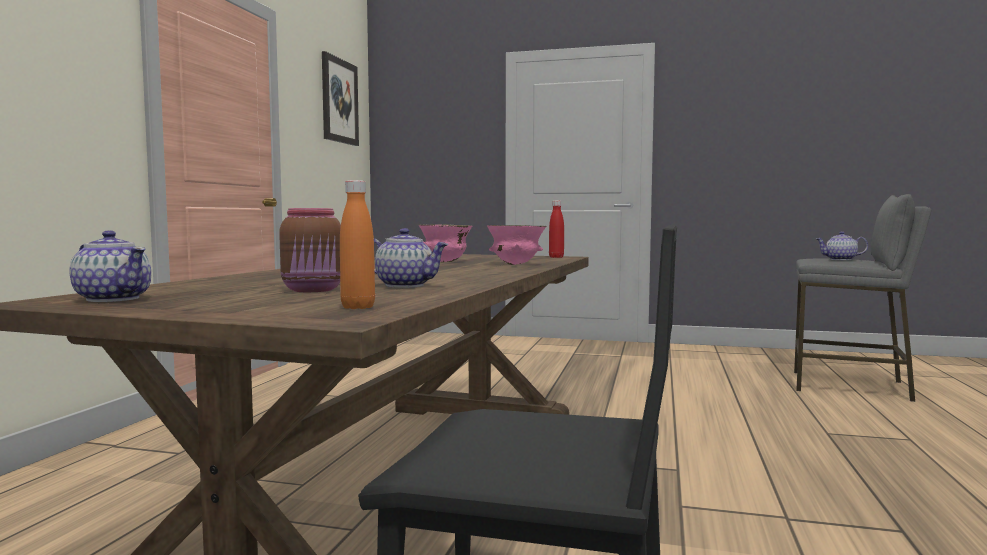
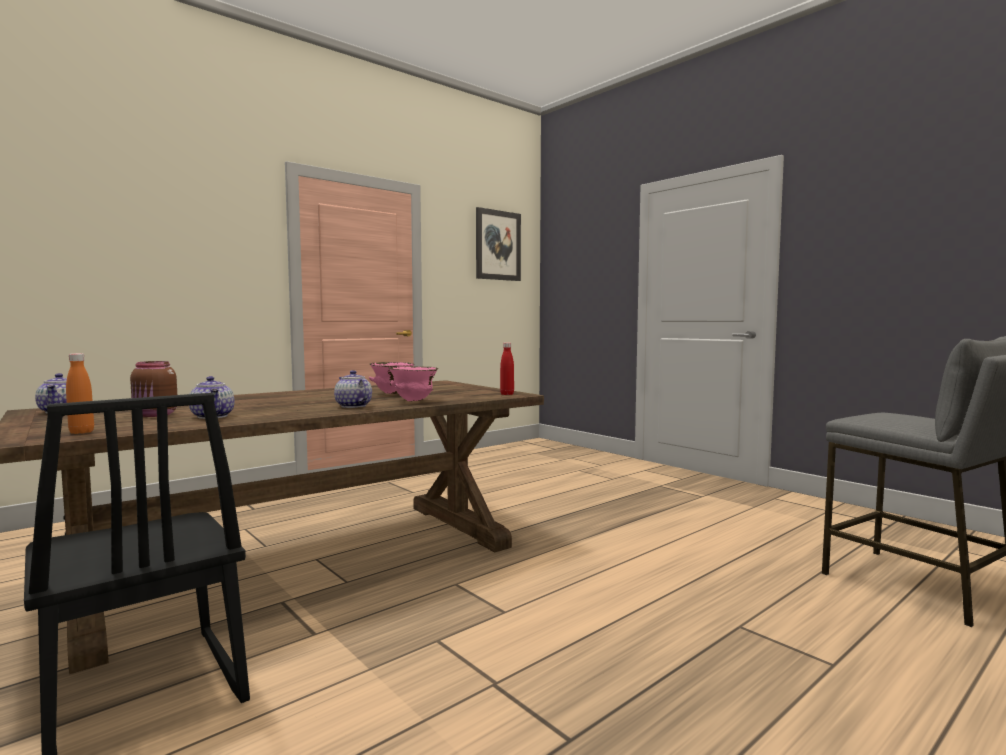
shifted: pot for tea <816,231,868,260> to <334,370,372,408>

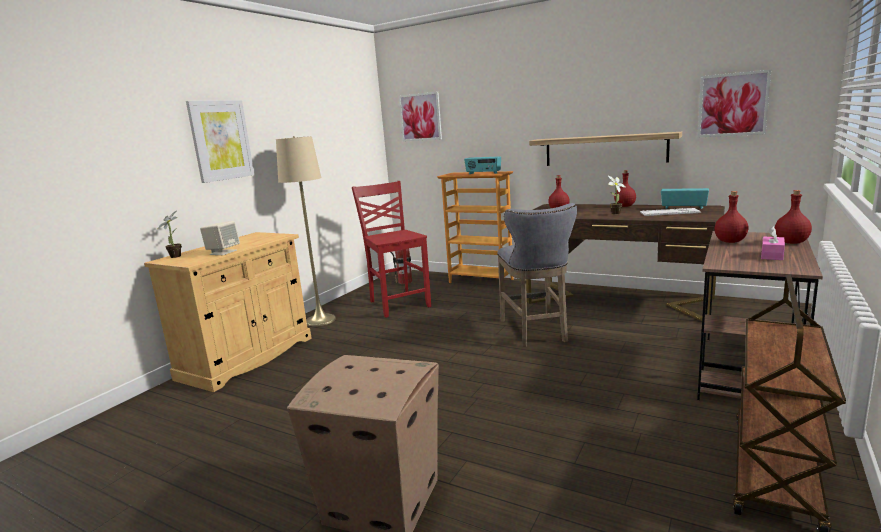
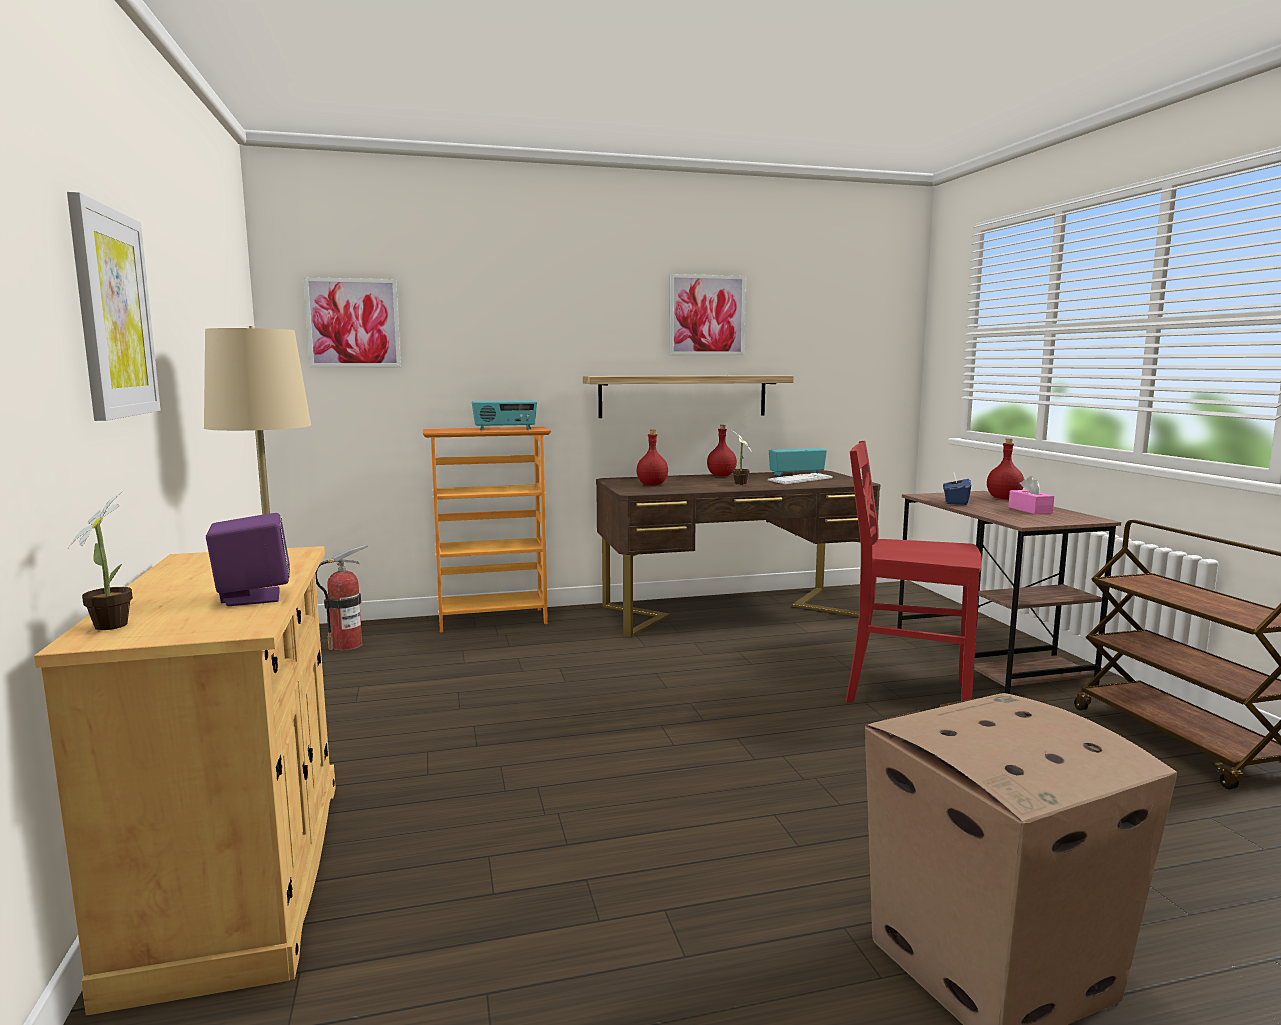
gone: stool seat in grey <497,203,577,347>
shifted: chair in reddish <352,181,431,318> to <846,441,982,703>; wall picture <698,69,771,137> to <669,274,746,355>
swapped: drink bottle in reddish <715,191,748,243> to tissue box in bluish <943,472,971,505>
repainted: audio speaker in beige-coloured <200,221,240,255> to audio speaker in purplish <206,513,290,606>

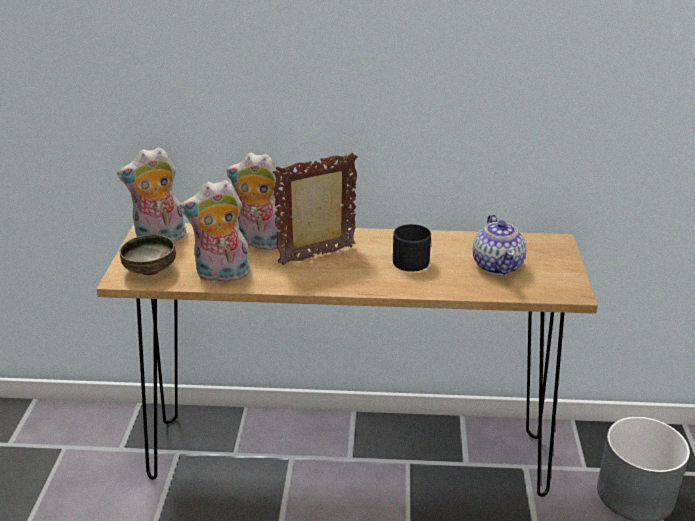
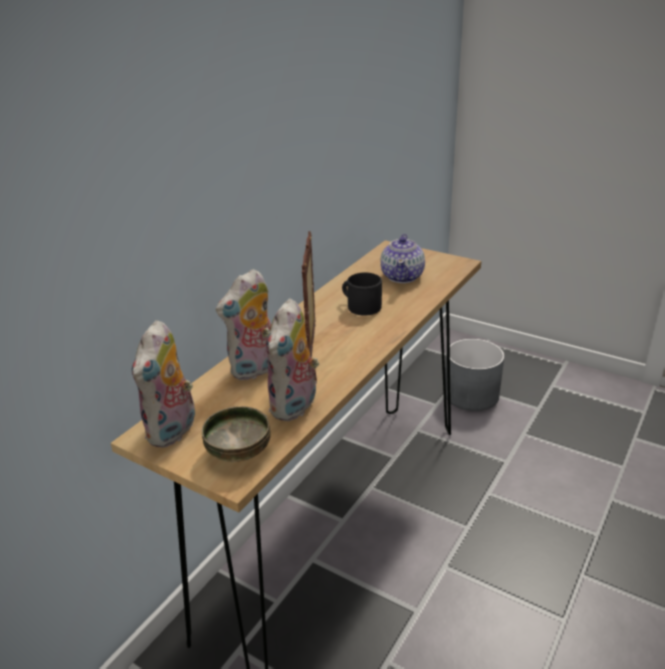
rotated: pot for tea <473,215,526,275> = <381,234,425,283> 75 degrees clockwise

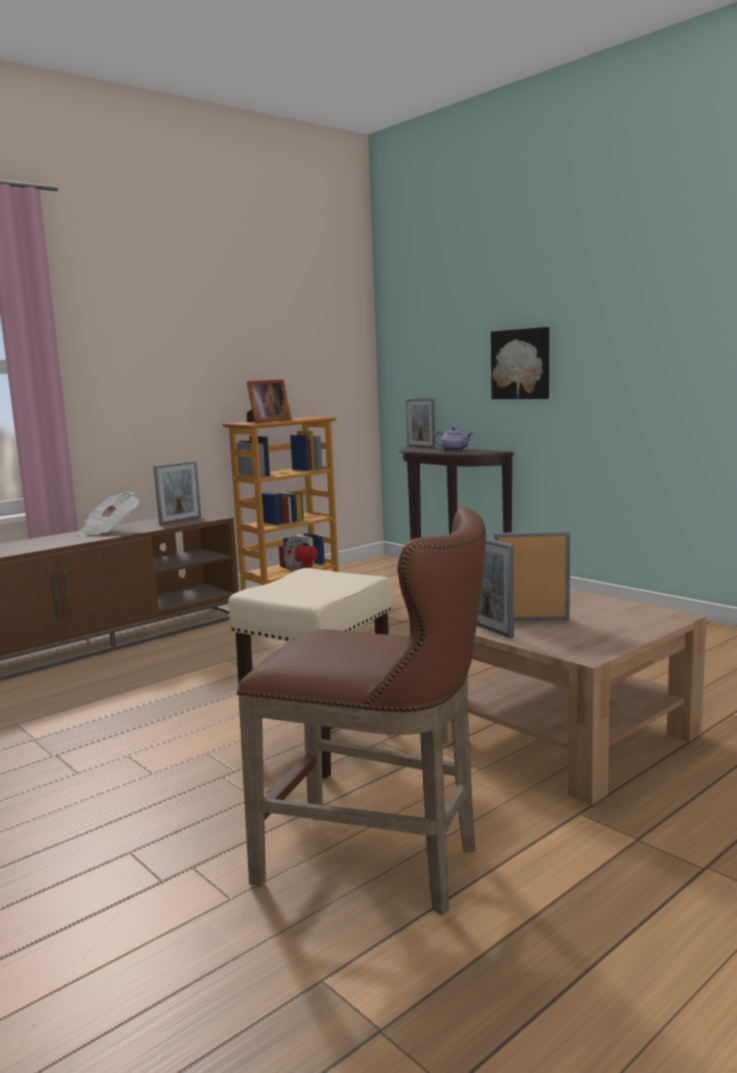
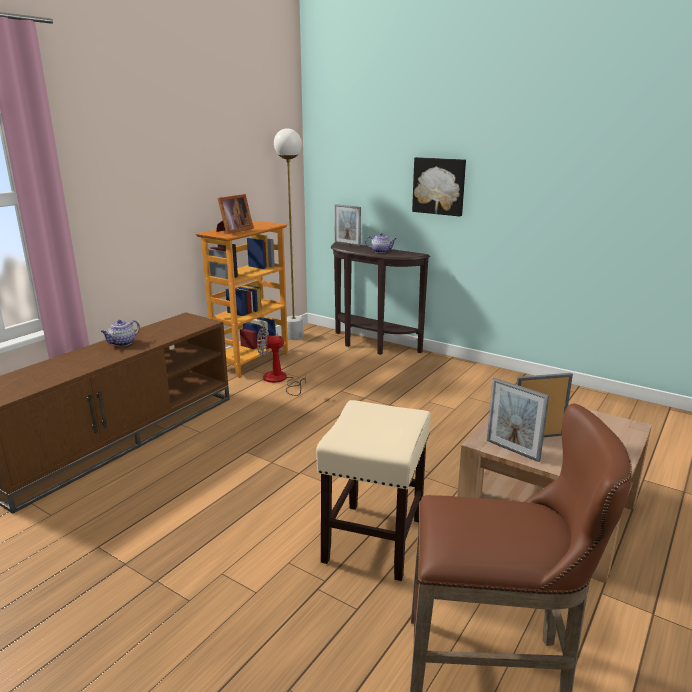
gone: picture frame <154,461,201,525>
new: standing lamp in whitish <274,128,303,340>
swapped: printed paper <78,492,139,536> to pot for tea <101,320,140,346>

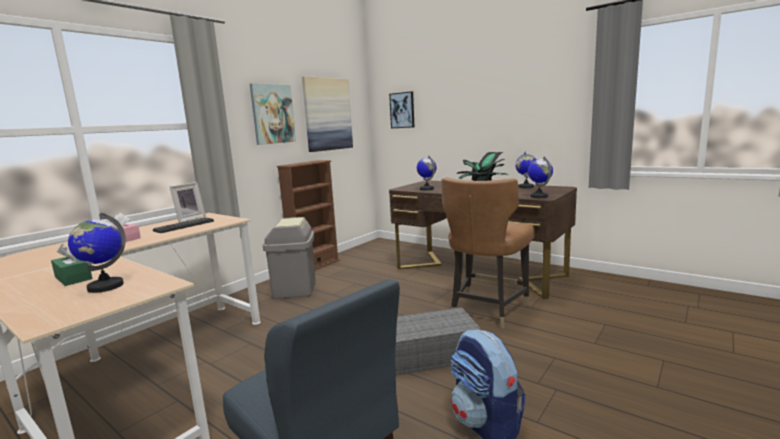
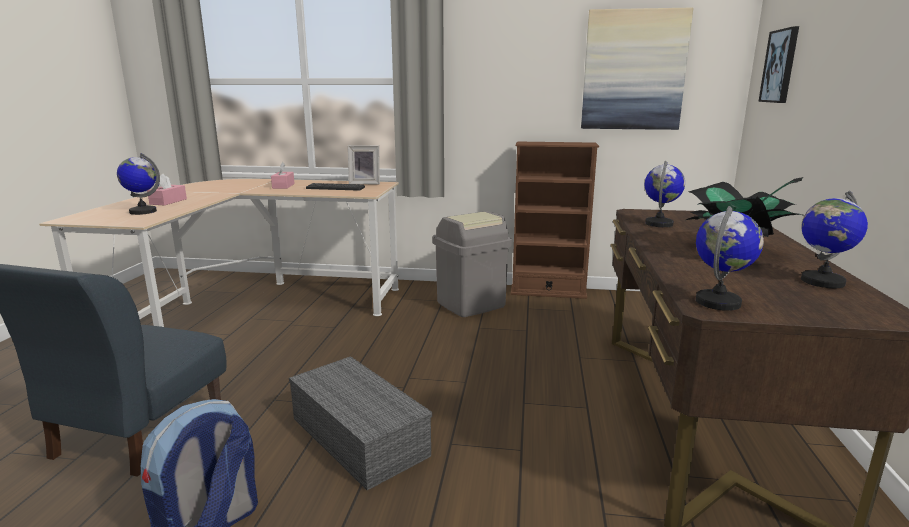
gone: wall picture <250,83,296,145>; chair in brownish <441,177,535,329>
repainted: tissue box in green <51,244,92,286> to tissue box in pinkish <147,174,187,205>

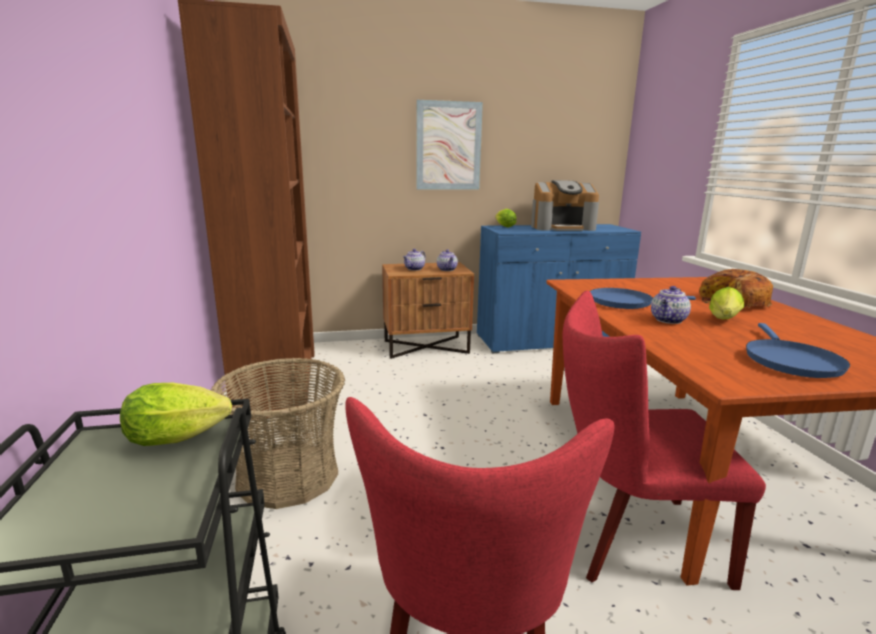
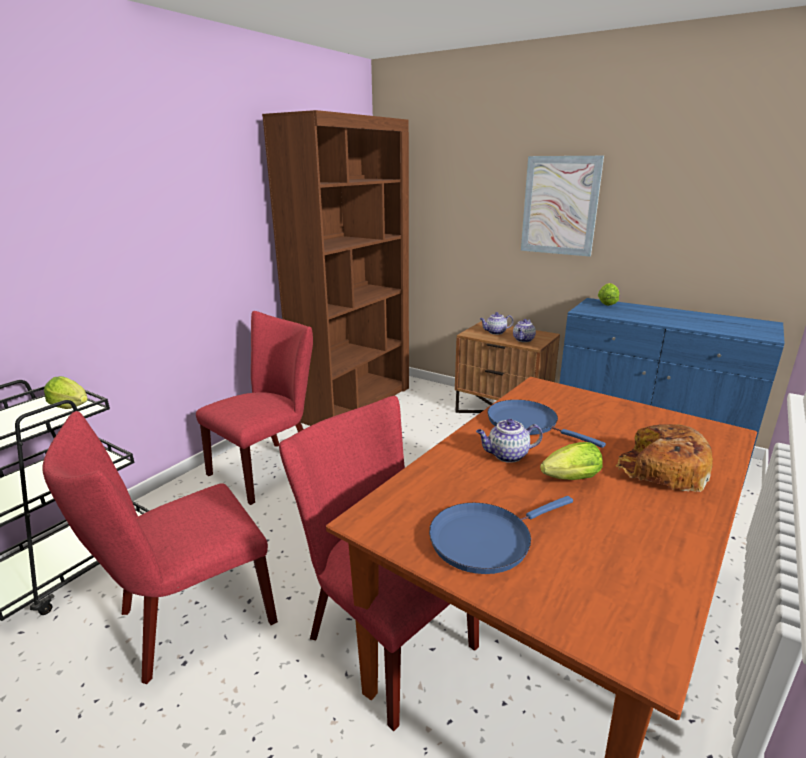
gone: coffee maker <531,180,599,231>
swapped: storage basket <211,358,345,509> to chair in reddish <196,311,313,505>

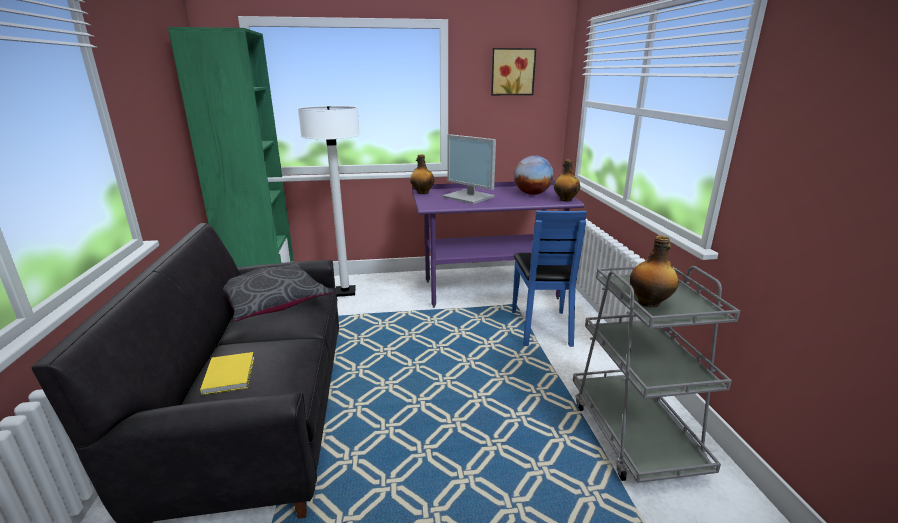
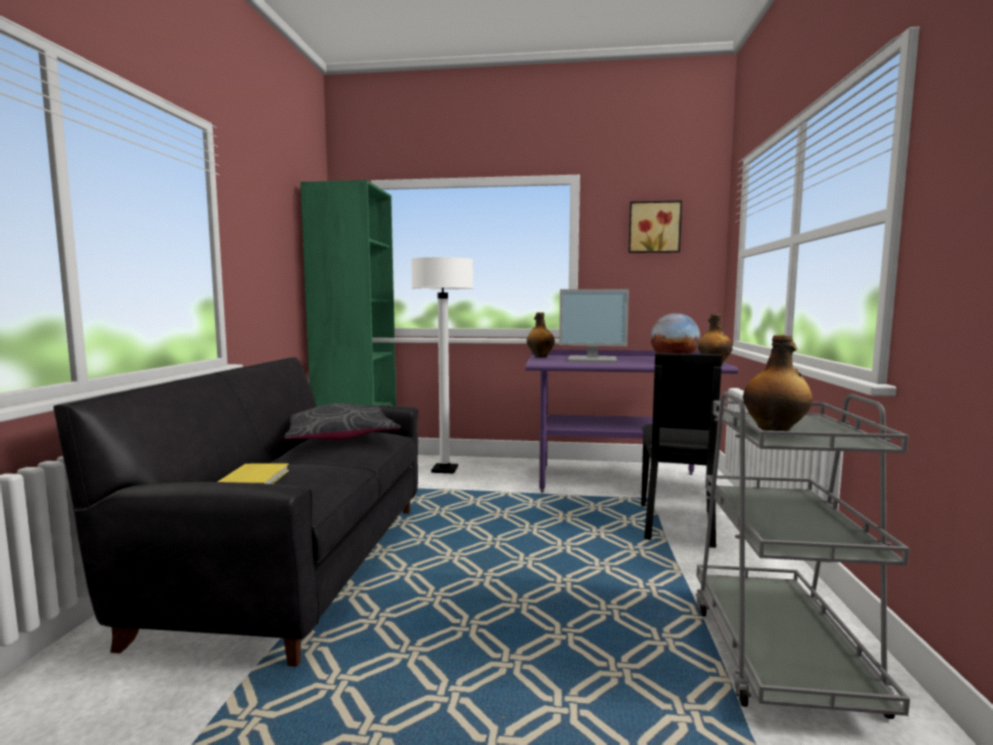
repainted: chair in bluish <512,211,587,347> to chair in black <641,353,722,548>
rotated: computer display <442,134,496,204> = <559,289,629,363> 45 degrees counterclockwise

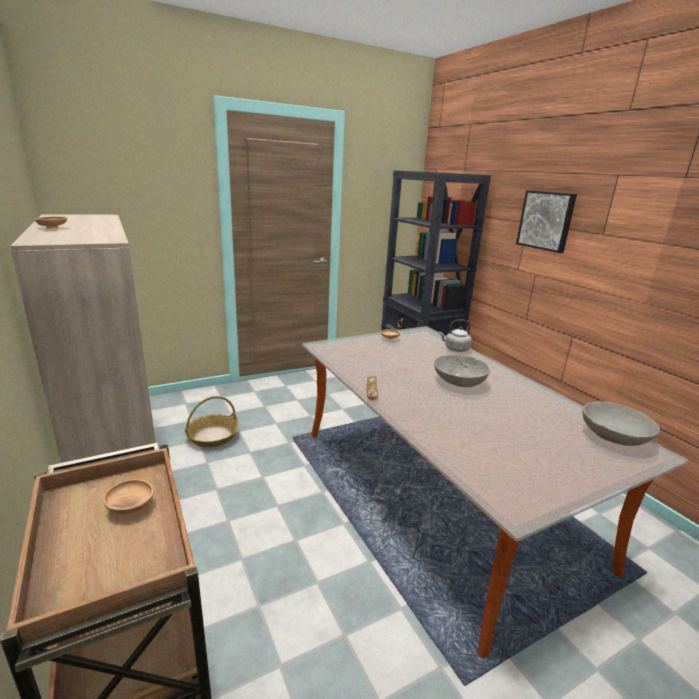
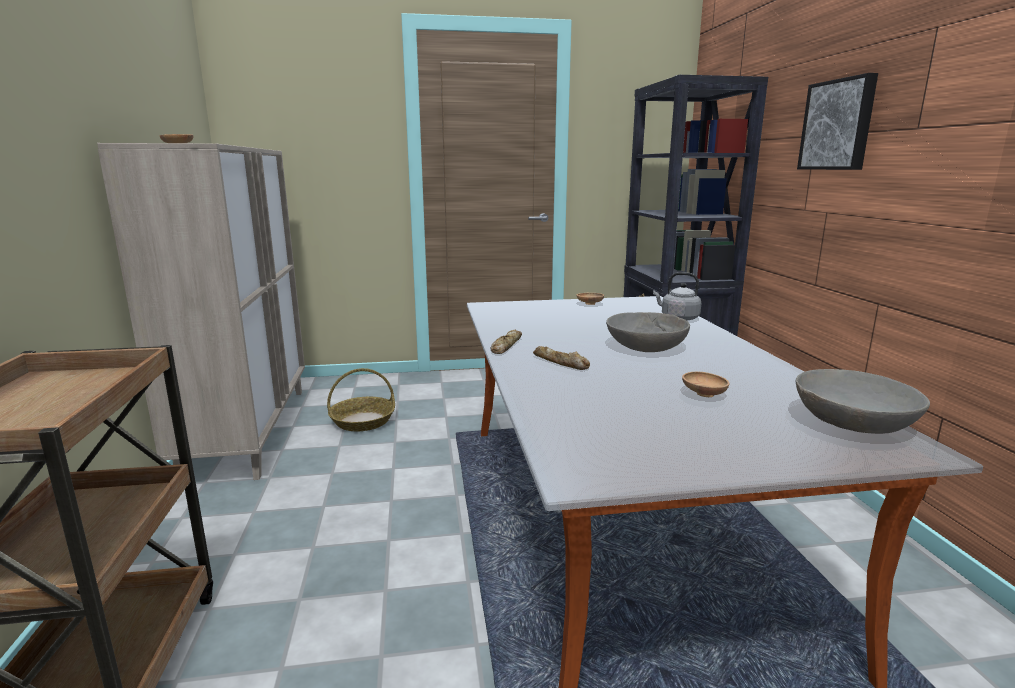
new: bread <533,346,590,370>
shifted: deep dish in brownish <103,479,154,514> to <682,372,730,397>

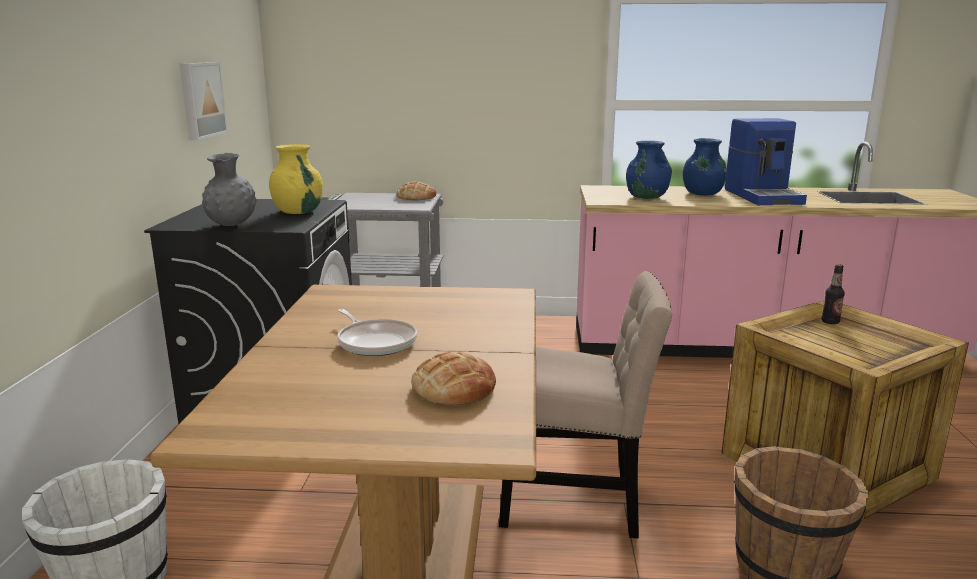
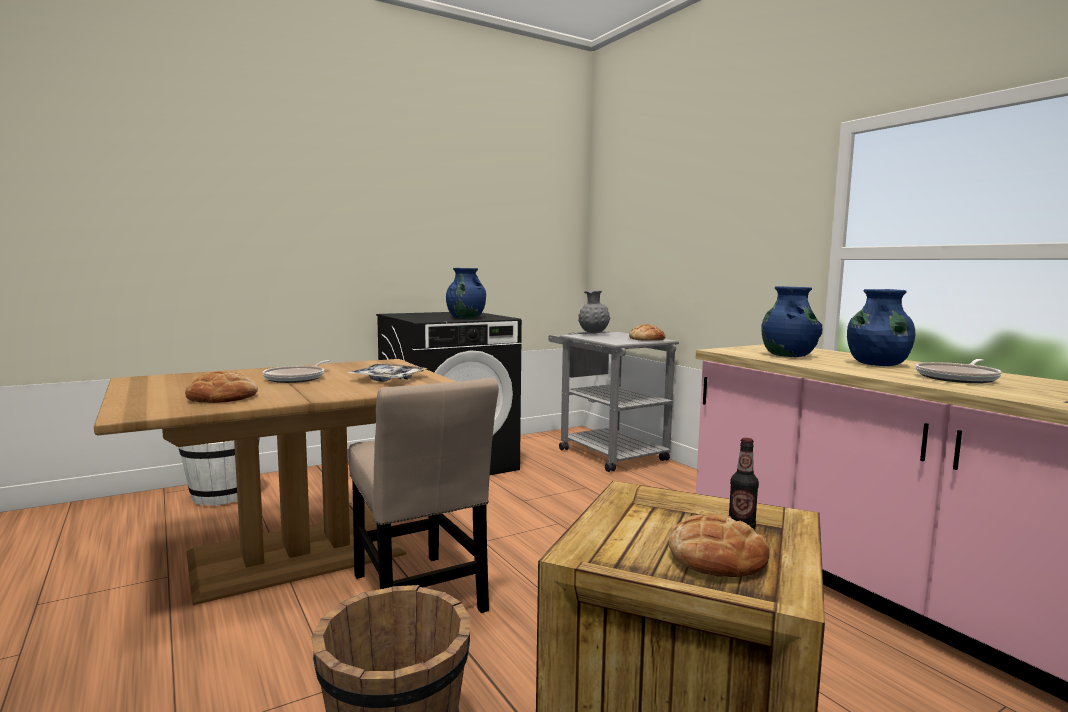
gone: wall picture <180,62,228,140>
new: serving tray <348,364,427,382>; bread <669,514,770,577>
shifted: decorative vase in grey <202,153,257,226> to <578,290,610,334>
swapped: coffee maker <725,118,807,205> to skillet <916,359,1002,383>
repainted: decorative vase in yellow-coloured <269,144,323,214> to decorative vase in bluish <446,268,486,319>

